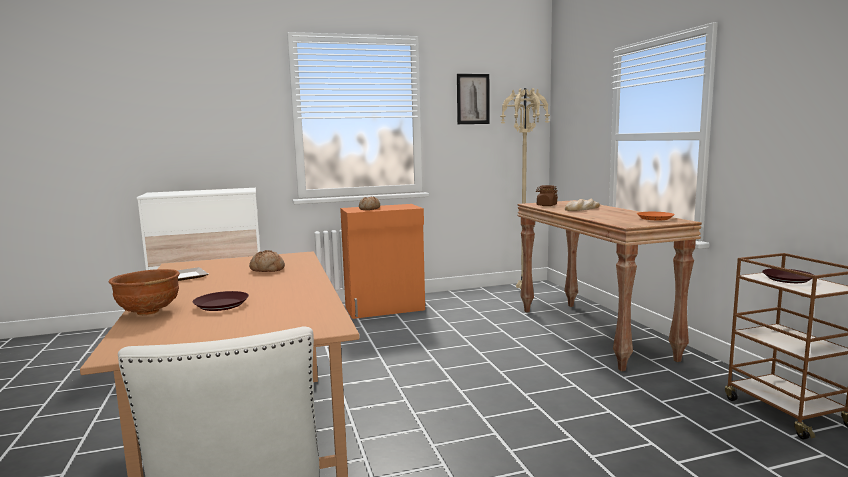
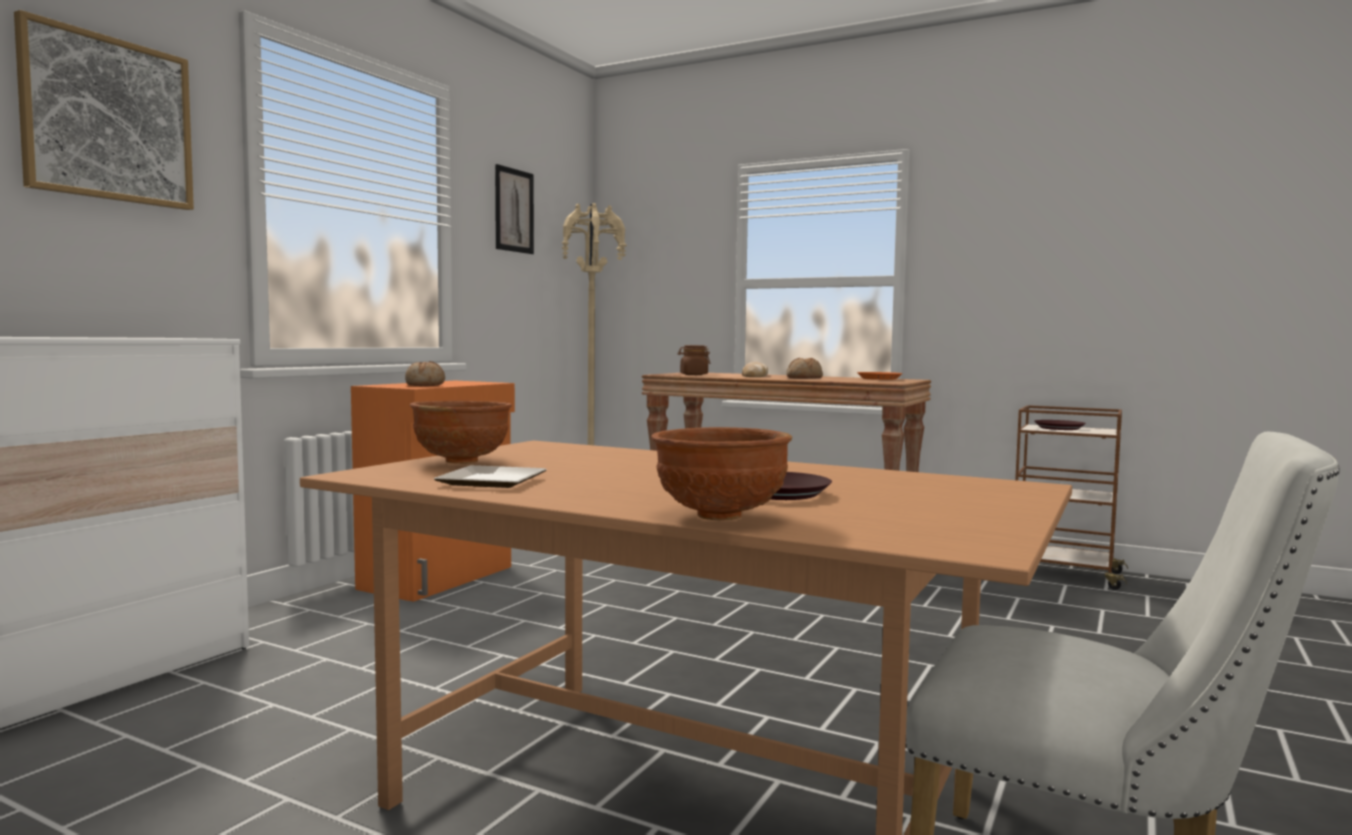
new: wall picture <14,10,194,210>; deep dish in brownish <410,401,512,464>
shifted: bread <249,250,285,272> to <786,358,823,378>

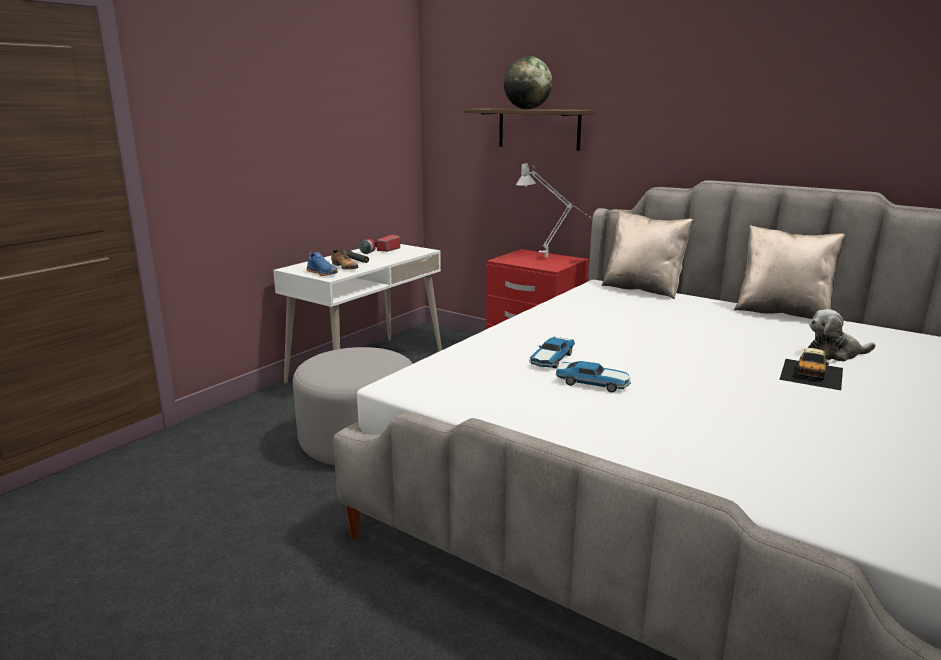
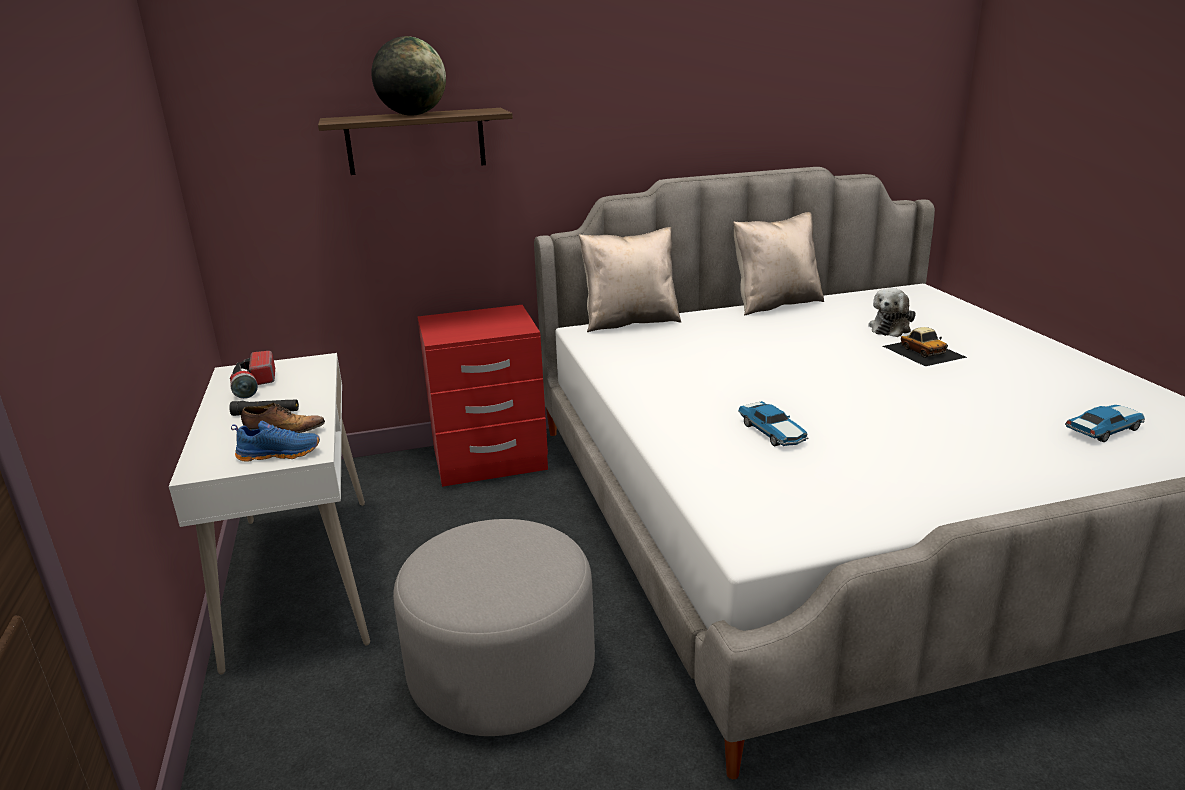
gone: lamp for a table in grey <516,164,591,258>
shifted: model car <556,361,631,392> to <1065,405,1145,442>

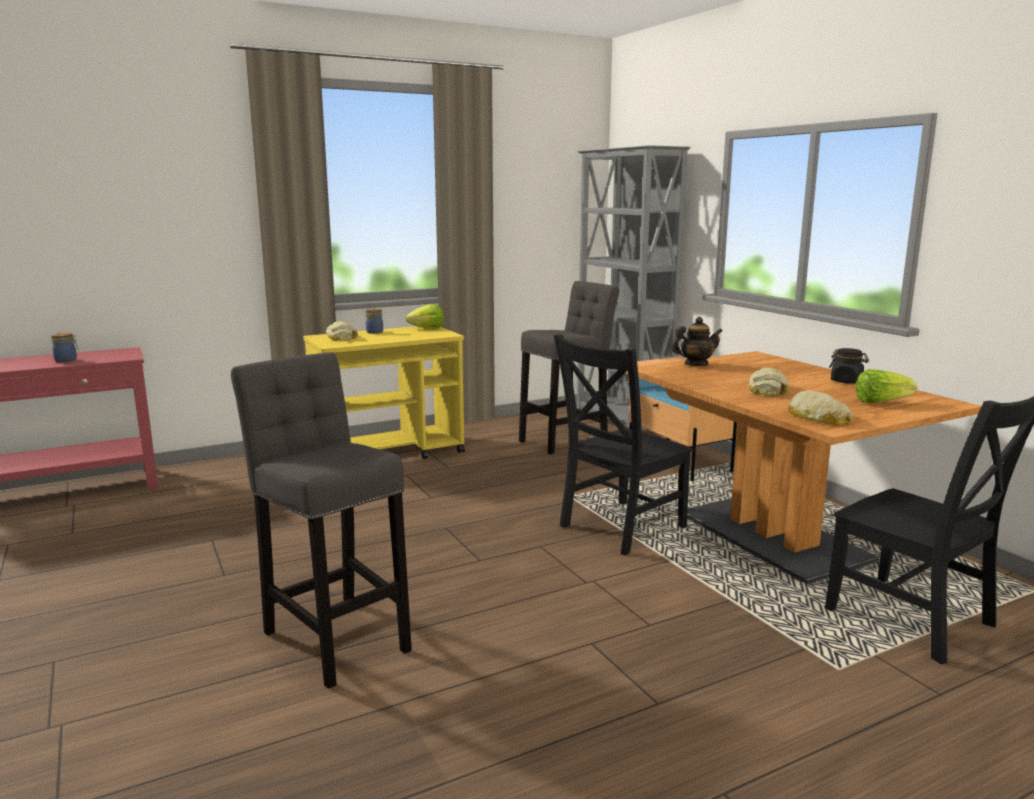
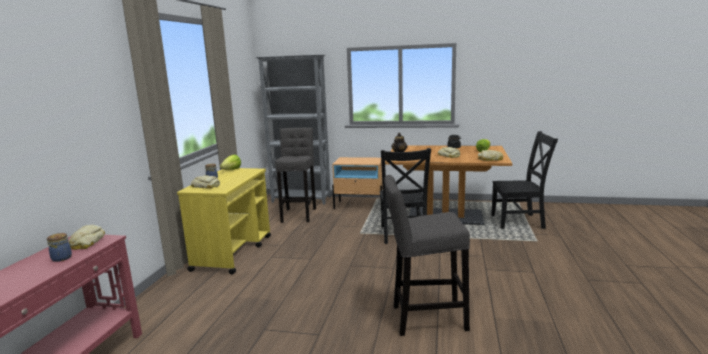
new: bread <69,225,105,250>

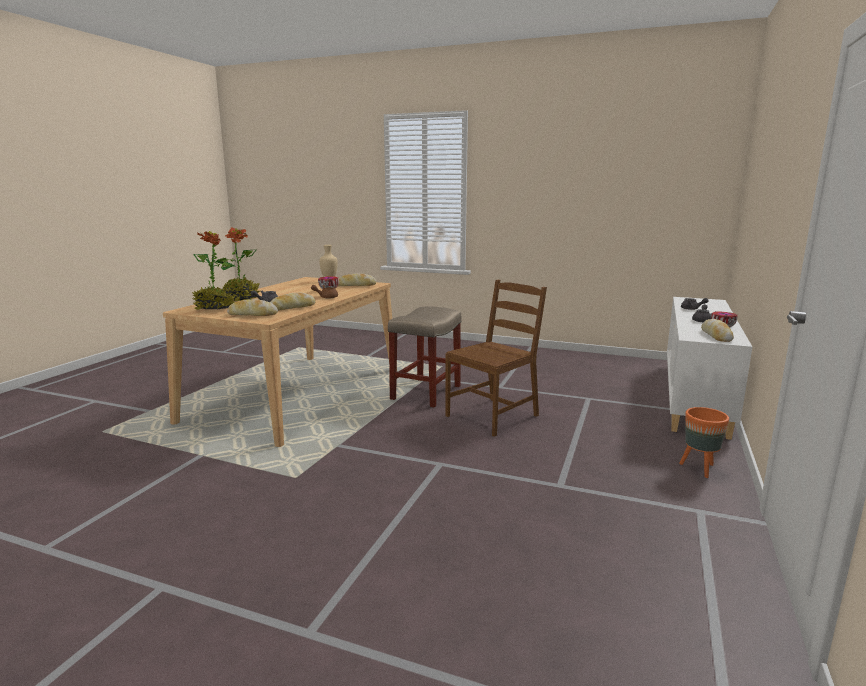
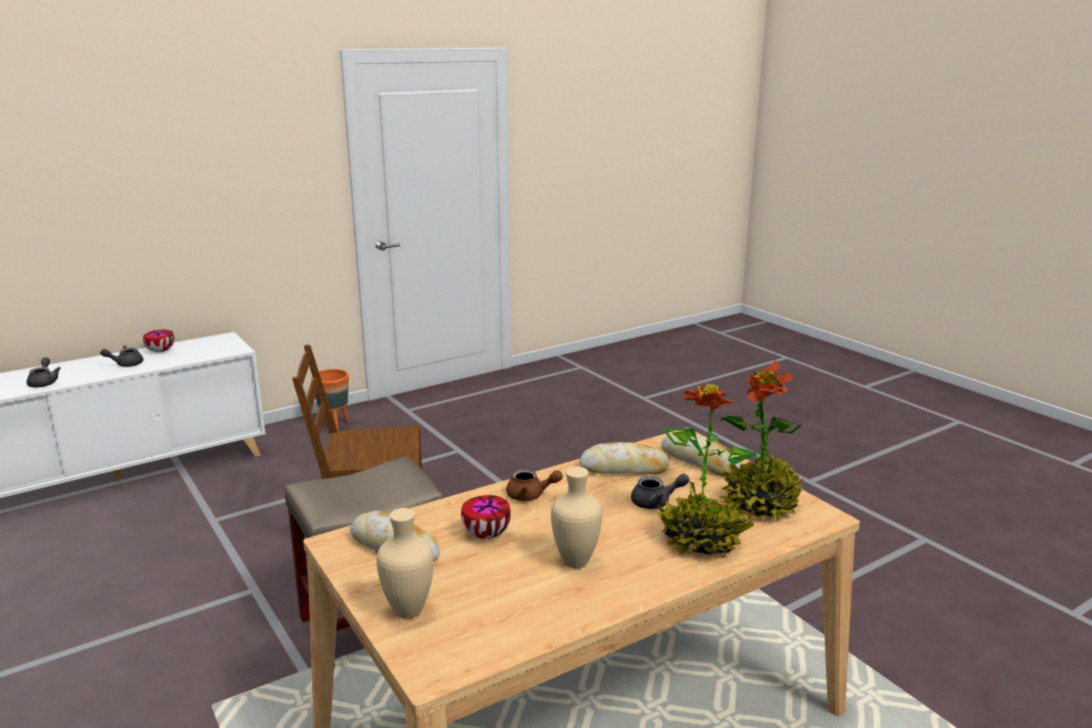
gone: bread <701,319,734,342>
new: decorative vase in beige-coloured <551,467,602,569>

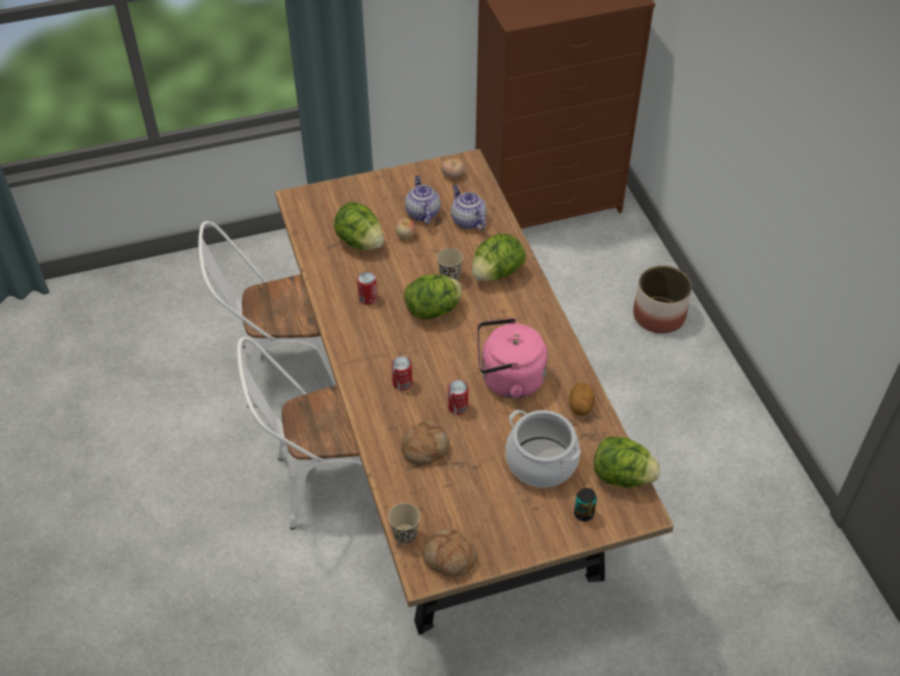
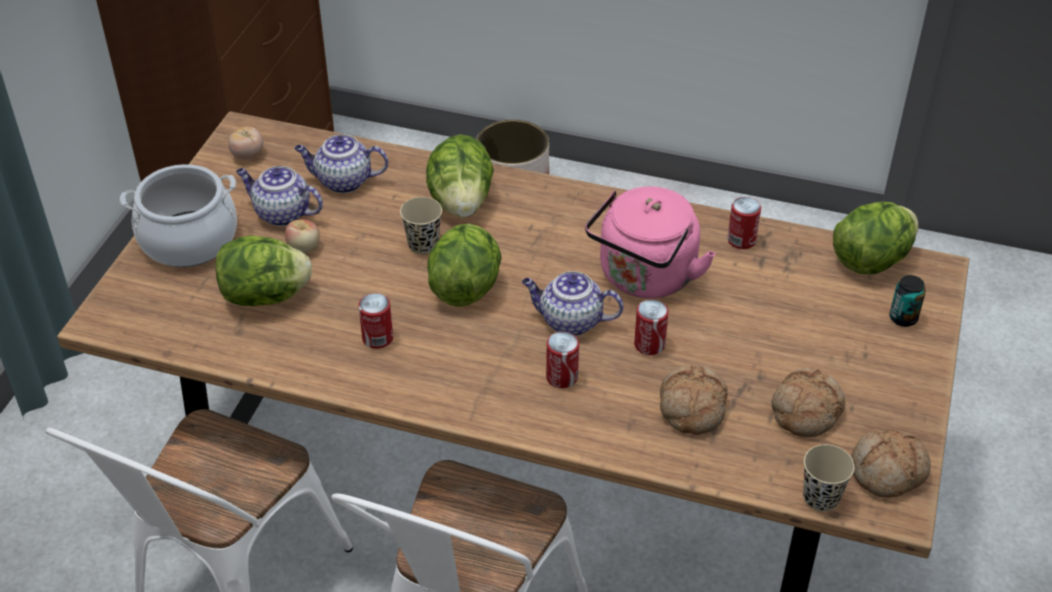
new: pot for tea <522,271,624,336>; bread <771,368,845,437>
shifted: cooking pot <506,410,581,488> to <120,164,237,267>
swapped: potato <569,383,595,416> to sealed can <727,197,761,249>

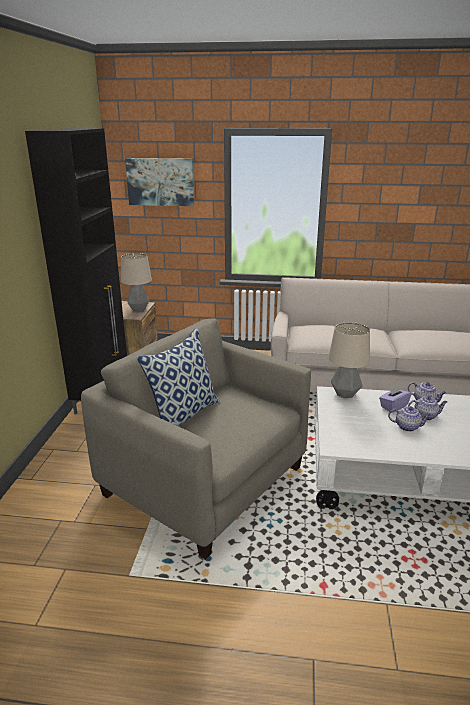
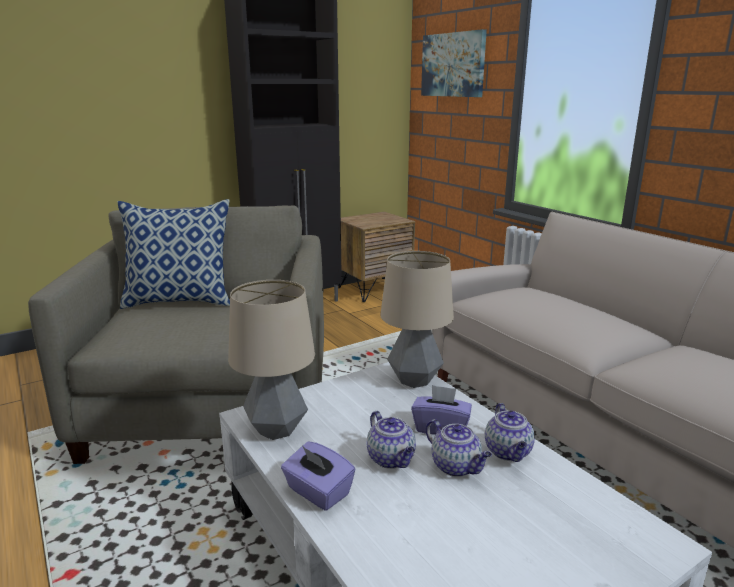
new: tissue box in purplish <281,441,356,511>
shifted: lamp for a table <121,253,152,312> to <228,280,315,440>

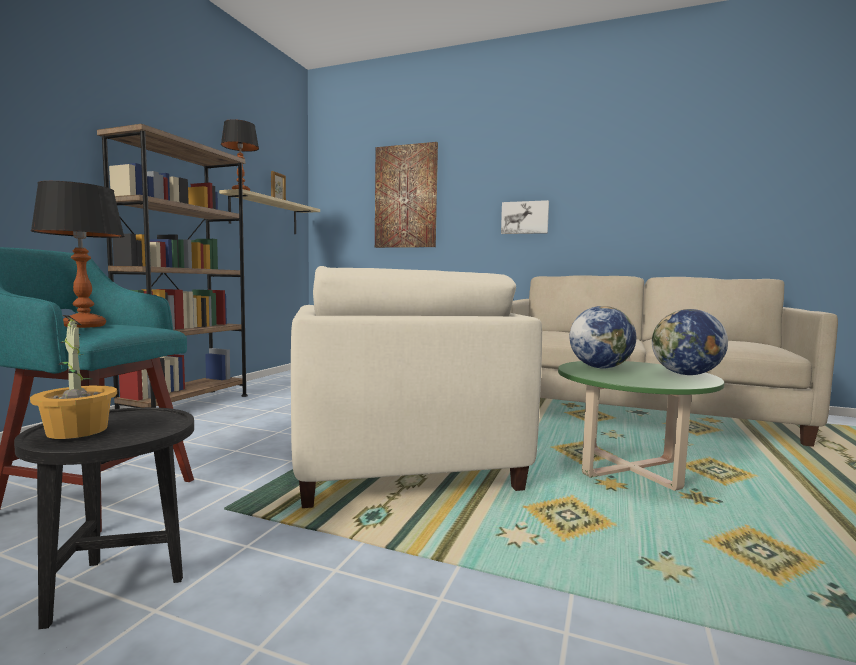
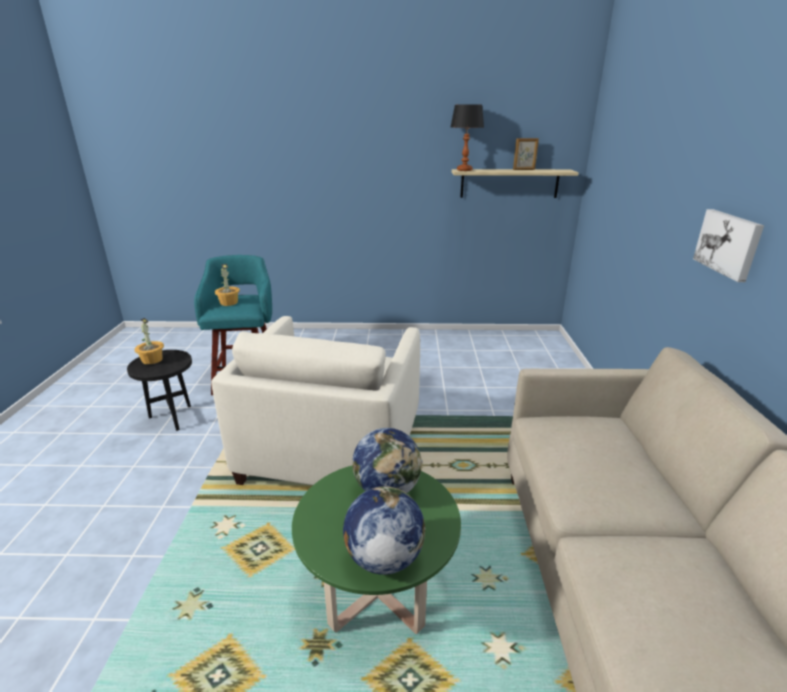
gone: shelving unit in brownish <97,124,248,409>; wall picture <375,142,438,248>
swapped: lamp for a table <31,181,125,328> to houseplant <215,264,240,306>
rotated: lounge chair in beige-coloured <291,266,542,508> = <211,316,420,485> 45 degrees counterclockwise

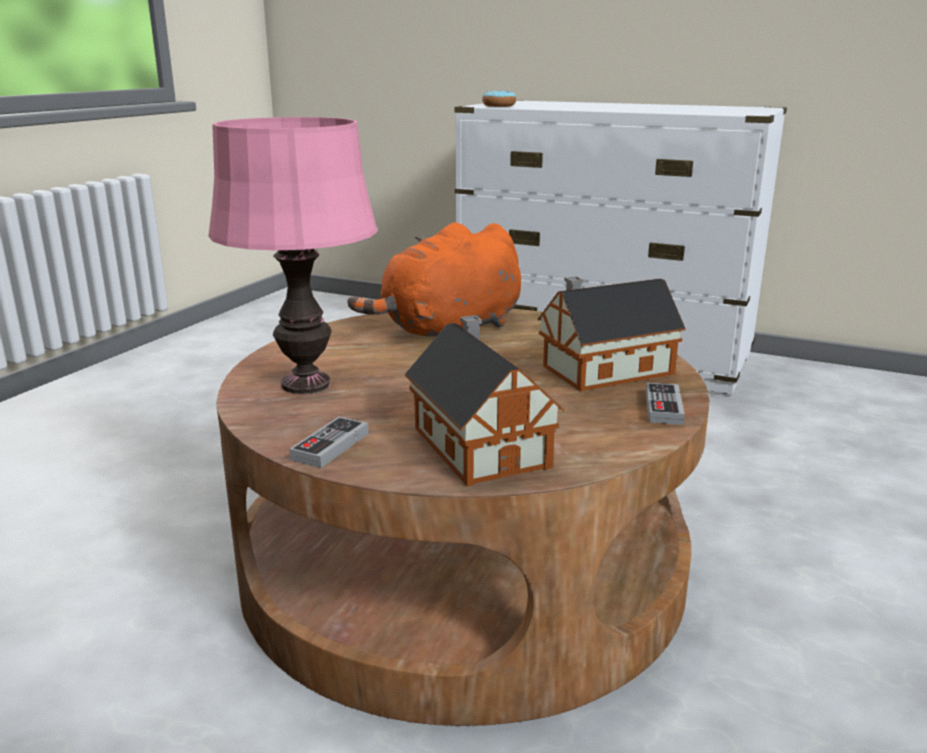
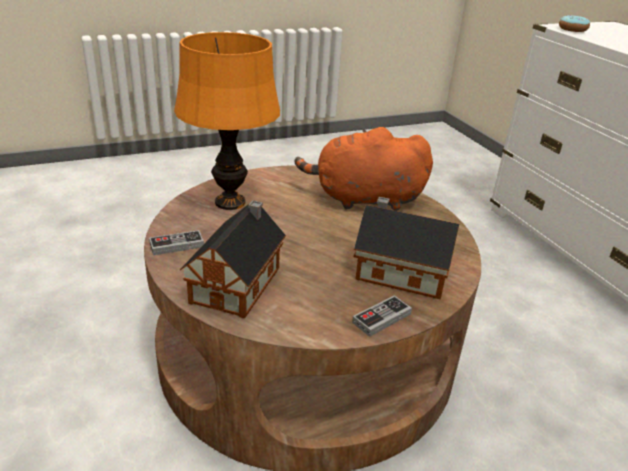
repainted: lamp for a table in pinkish <208,117,377,394> to lamp for a table in orange-coloured <174,32,280,210>

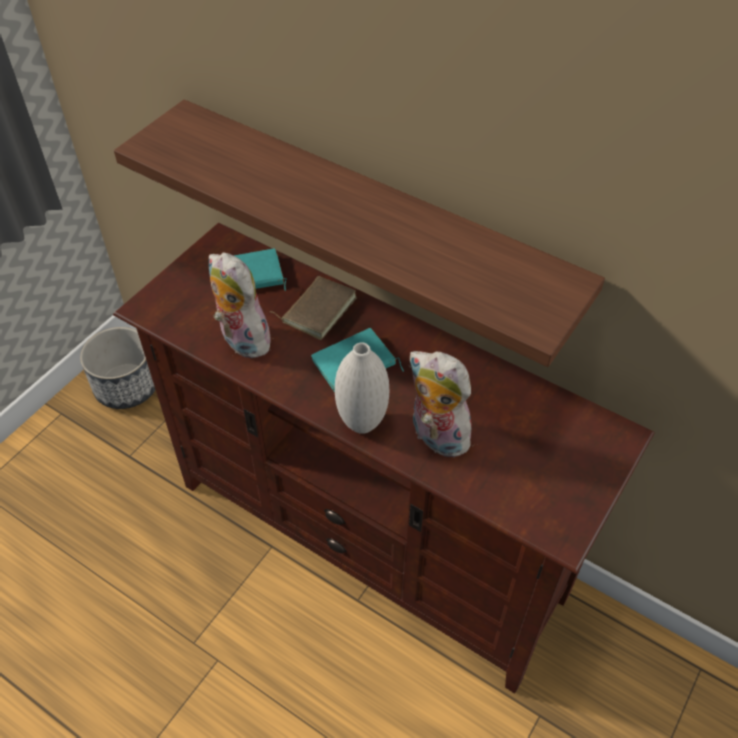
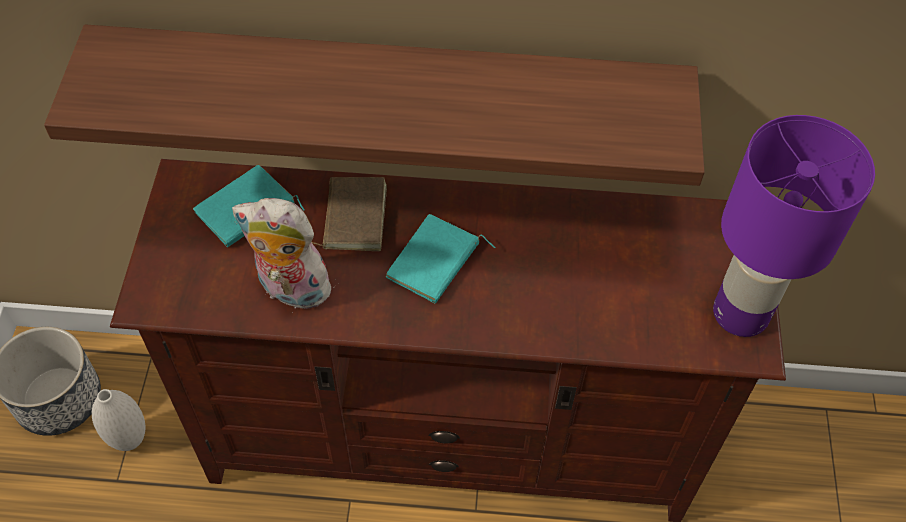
gone: soft toy <410,351,478,457>
new: lamp for a table in purplish <713,115,875,337>
shifted: decorative vase in whitish <335,342,389,434> to <92,389,146,451>

